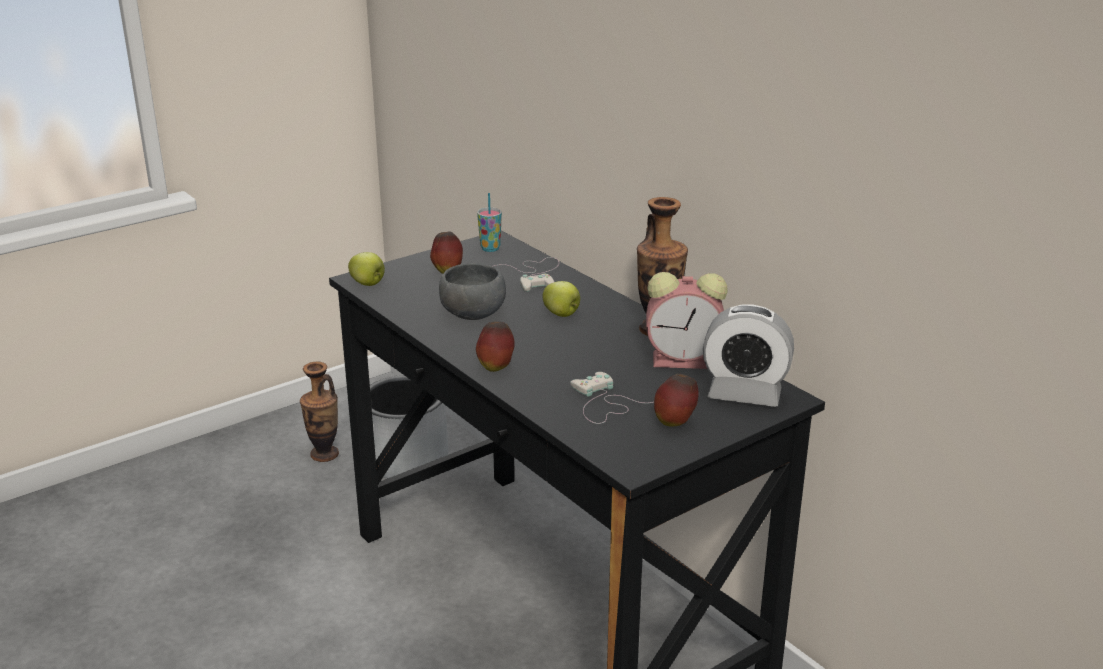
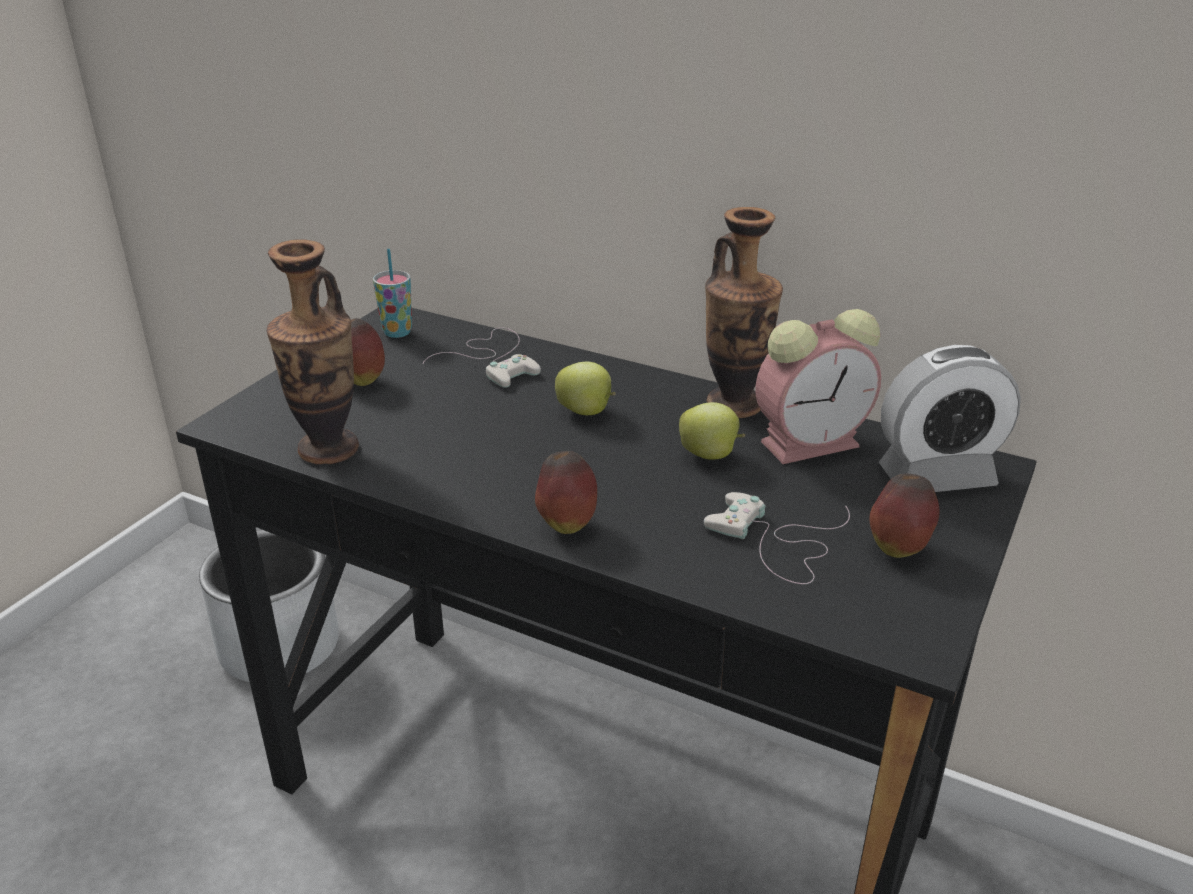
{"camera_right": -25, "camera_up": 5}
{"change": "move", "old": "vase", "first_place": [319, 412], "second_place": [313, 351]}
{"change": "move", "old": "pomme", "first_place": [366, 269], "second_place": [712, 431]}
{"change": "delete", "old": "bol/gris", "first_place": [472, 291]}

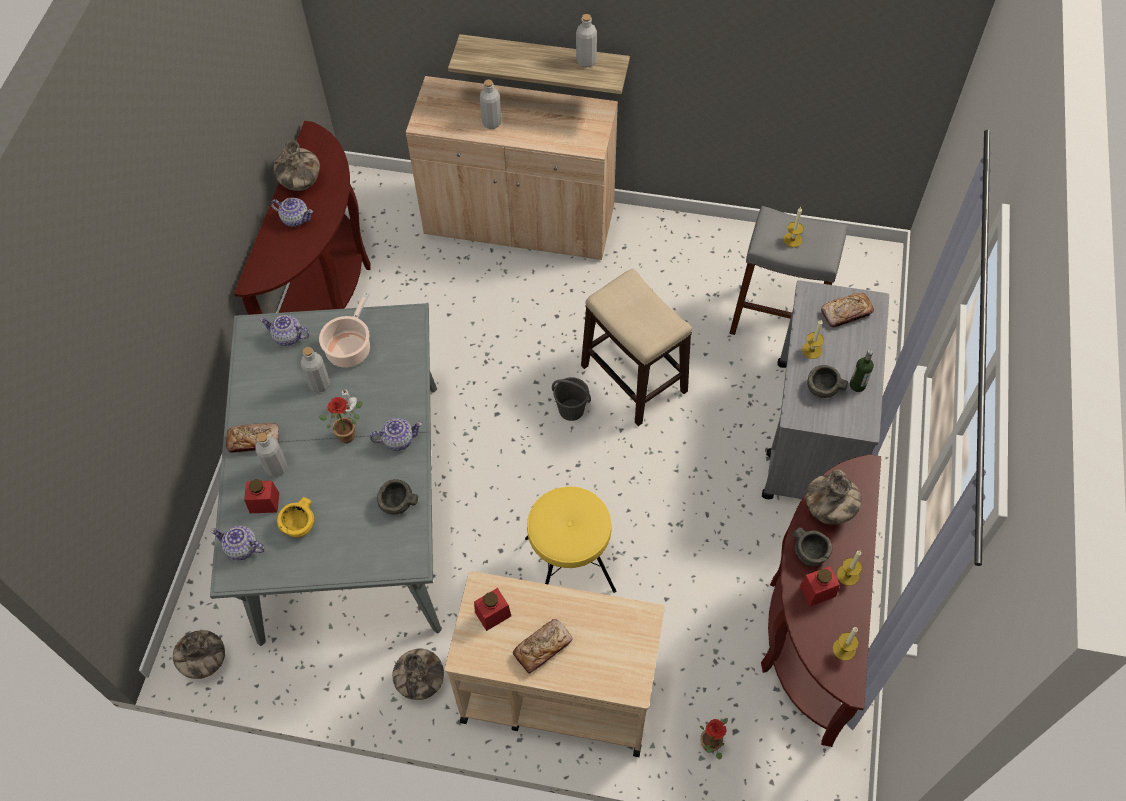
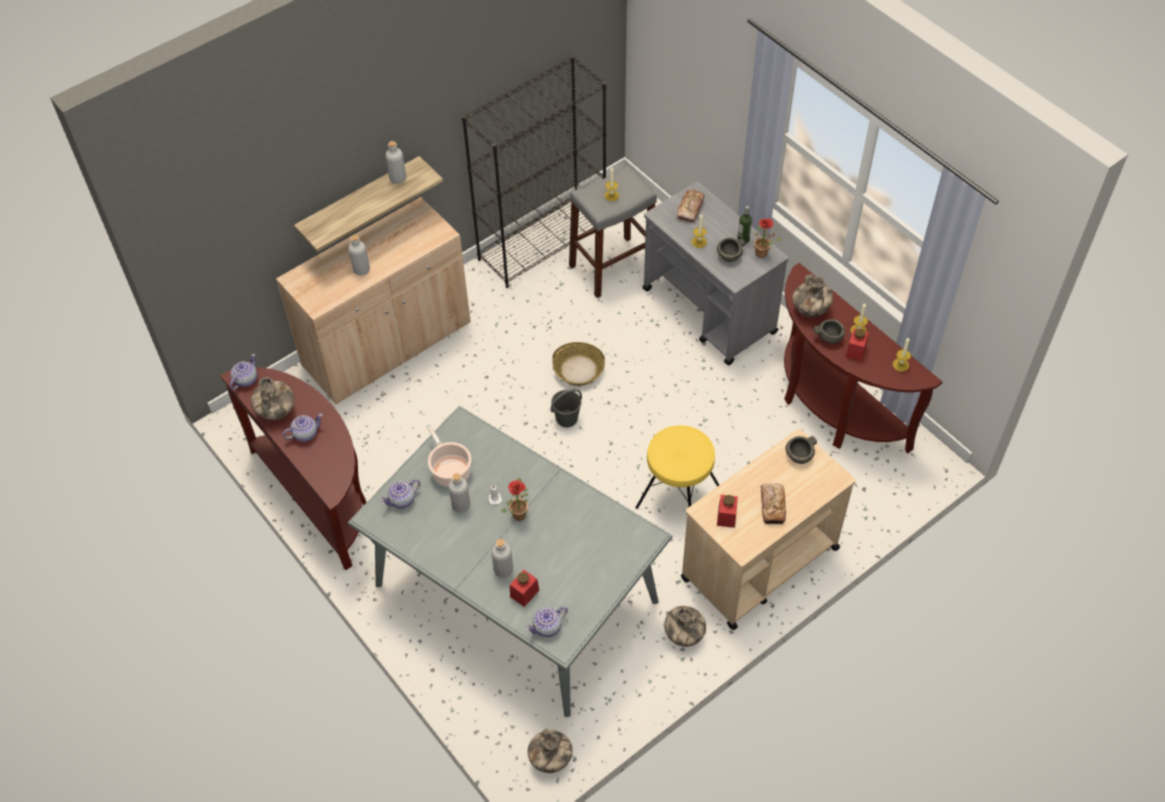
{"camera_right": -50, "camera_up": -5}
{"change": "move", "old": "théière", "first_place": [396, 434], "second_place": [243, 372]}
{"change": "insert", "new": "bibliothèque/noir", "second_place": [534, 172]}
{"change": "replace", "old": "tabouret", "new": "panier", "first_place": [636, 347], "second_place": [578, 364]}
{"change": "move", "old": "plante en pot", "first_place": [714, 739], "second_place": [768, 238]}
{"change": "move", "old": "bol/gris", "first_place": [397, 496], "second_place": [801, 450]}
{"change": "delete", "old": "pain", "first_place": [252, 438]}
{"change": "delete", "old": "bol/jaune", "first_place": [295, 517]}

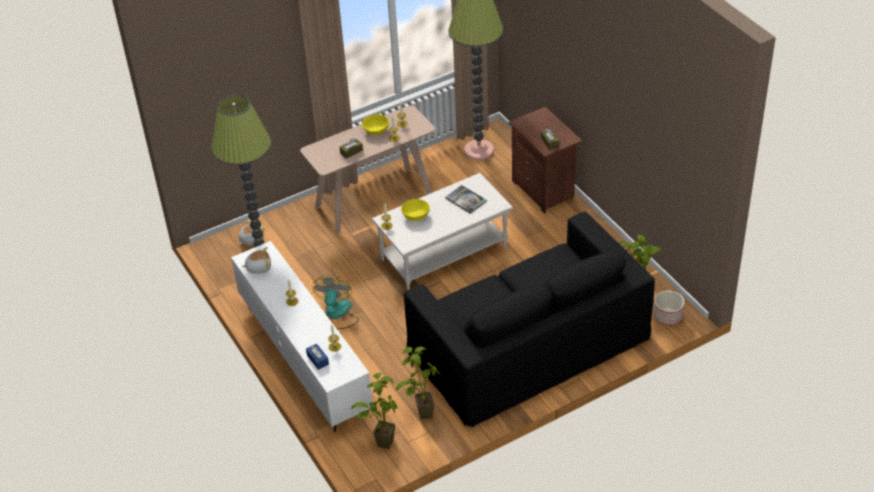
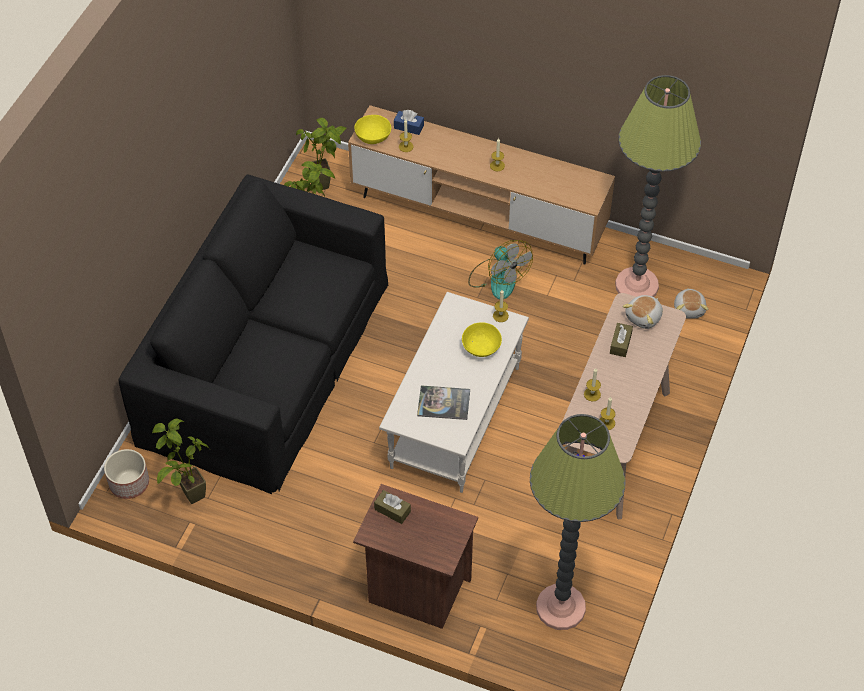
{"camera_right": 140, "camera_up": 10}
{"change": "recolor", "old": "meuble télé/blanc", "new": "meuble télé/marron", "first_place": [302, 336], "second_place": [481, 185]}
{"change": "move", "old": "bol/jaune", "first_place": [375, 124], "second_place": [372, 129]}
{"change": "move", "old": "peluche", "first_place": [256, 260], "second_place": [643, 312]}

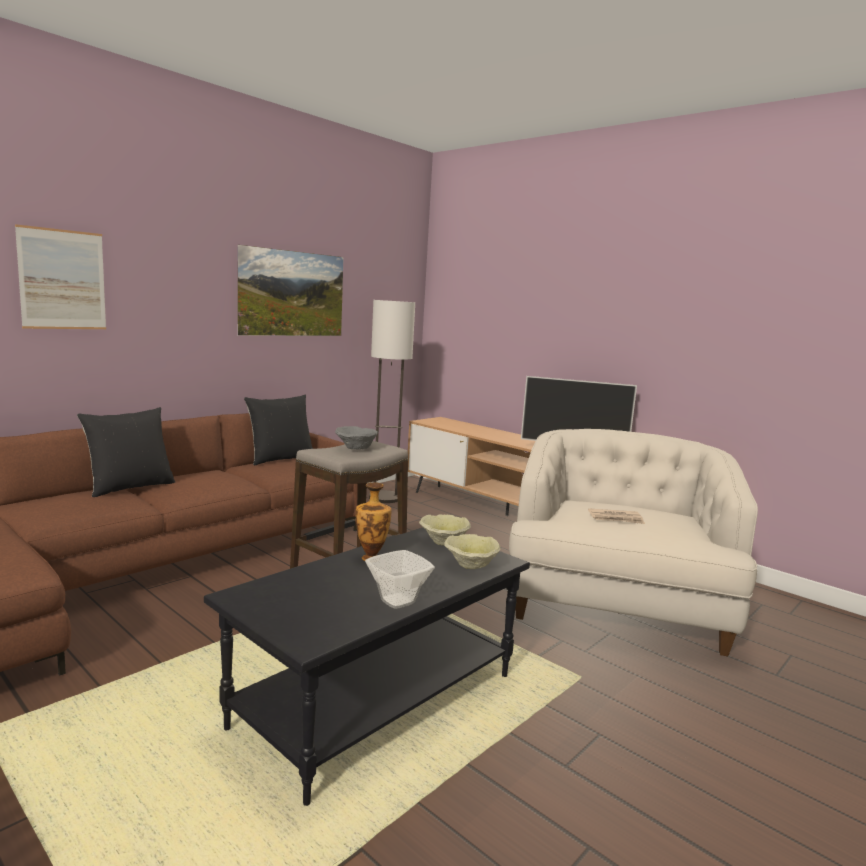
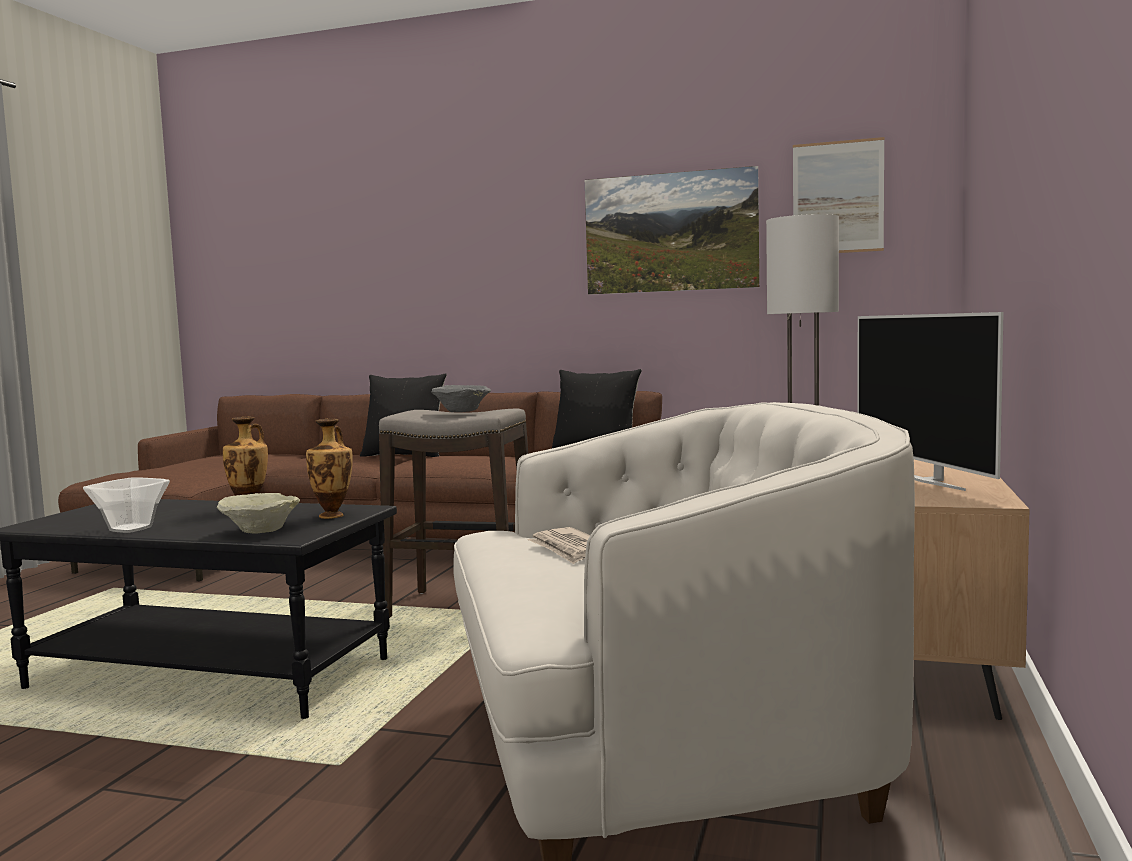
{"camera_right": 65, "camera_up": -5}
{"change": "replace", "old": "bol/beige", "new": "vase", "first_place": [445, 530], "second_place": [329, 469]}
{"change": "move", "old": "tableau", "first_place": [60, 276], "second_place": [838, 195]}

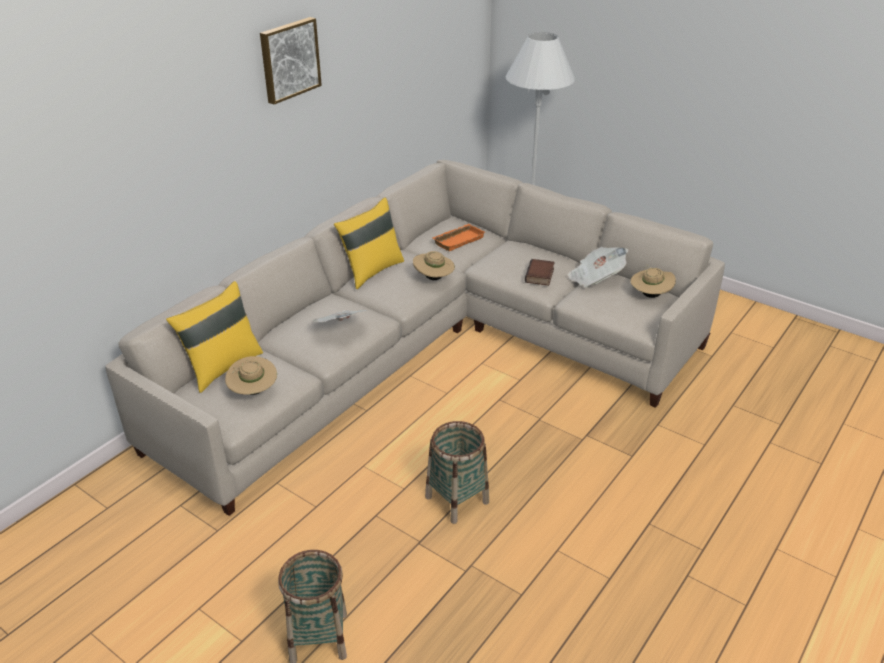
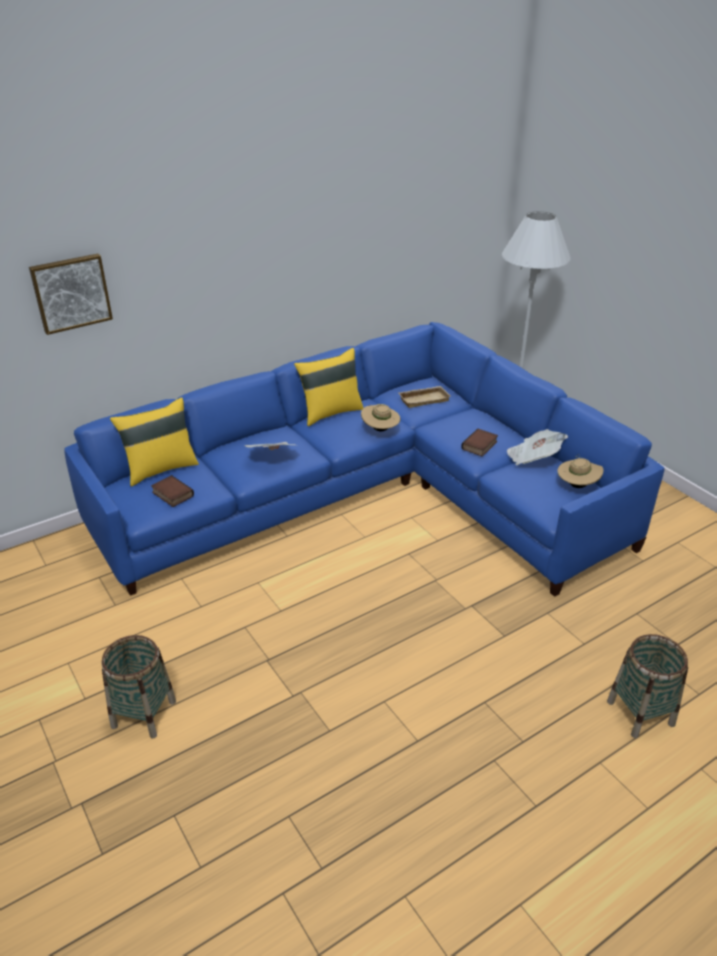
{"camera_right": 20, "camera_up": 0}
{"change": "move", "old": "tableau", "first_place": [291, 61], "second_place": [71, 294]}
{"change": "recolor", "old": "canapé/beige", "new": "canapé/bleu", "first_place": [415, 338], "second_place": [364, 459]}
{"change": "replace", "old": "chapeau/beige", "new": "livre", "first_place": [251, 375], "second_place": [172, 491]}
{"change": "recolor", "old": "plateau/orange", "new": "plateau/beige", "first_place": [459, 237], "second_place": [424, 397]}
{"change": "move", "old": "panier", "first_place": [457, 472], "second_place": [647, 686]}

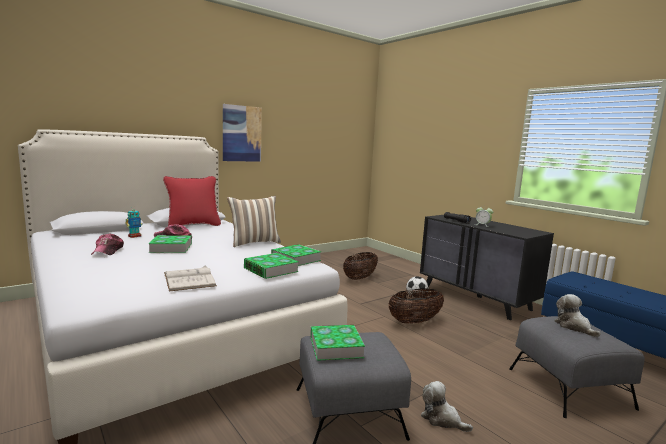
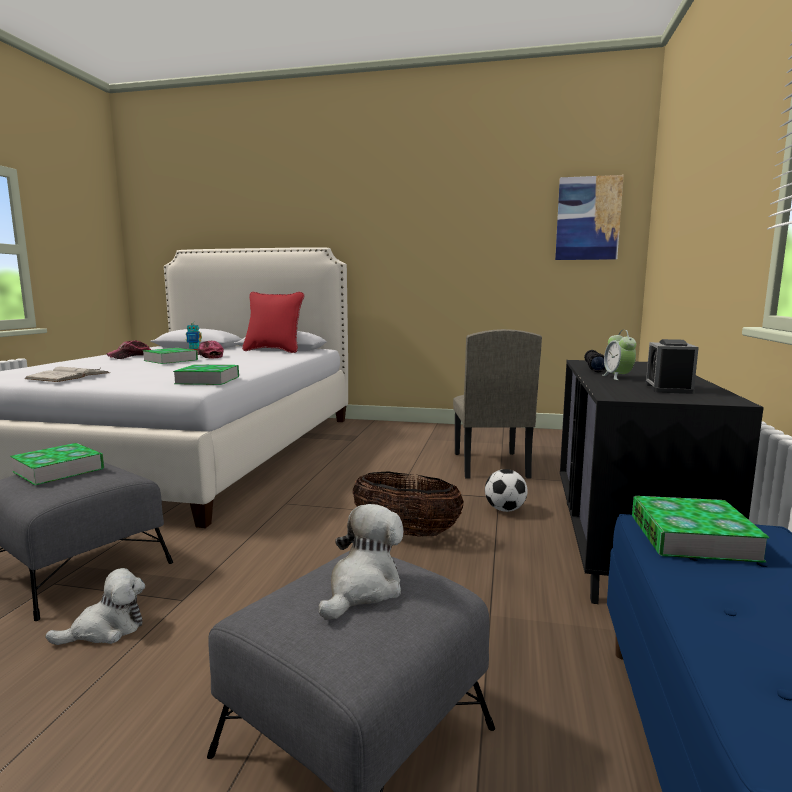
{"camera_right": 50, "camera_up": 0}
{"change": "rotate", "old": "peluche", "first_place": [447, 406], "second_place": [95, 606], "degrees": 60}
{"change": "replace", "old": "panier", "new": "chaise/beige", "first_place": [360, 266], "second_place": [497, 404]}
{"change": "move", "old": "tableau", "first_place": [242, 133], "second_place": [589, 217]}
{"change": "move", "old": "livre", "first_place": [271, 266], "second_place": [701, 529]}
{"change": "insert", "new": "réveil", "second_place": [672, 366]}
{"change": "delete", "old": "coussin", "first_place": [254, 221]}

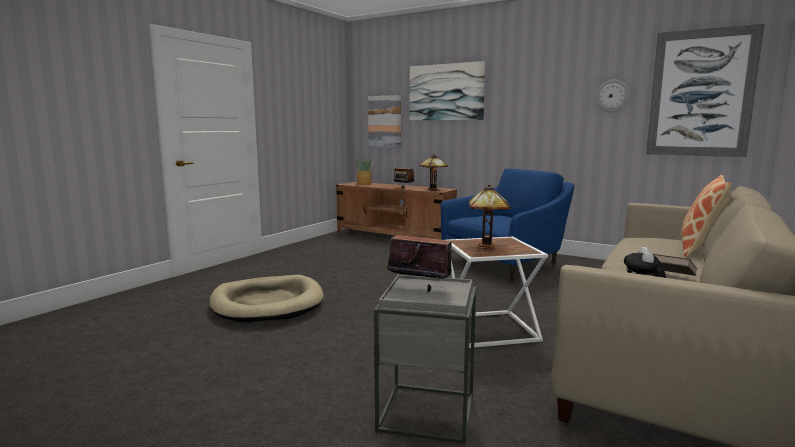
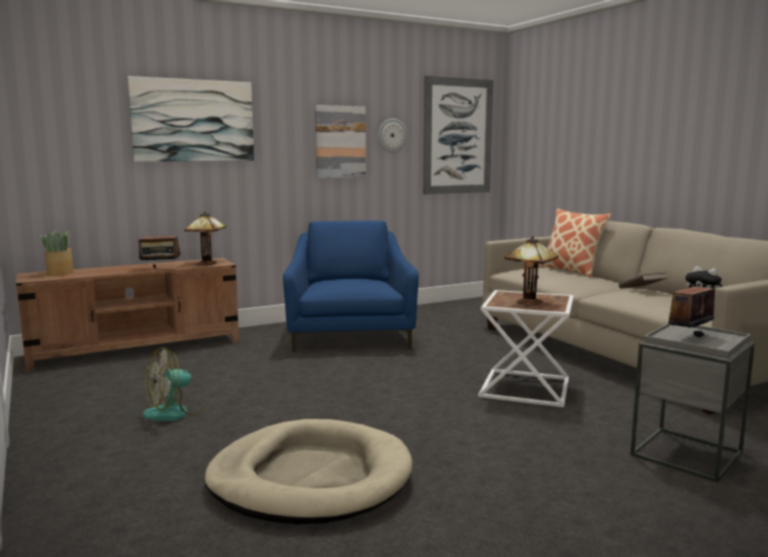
{"camera_right": -60, "camera_up": 0}
{"change": "insert", "new": "ventilateur", "second_place": [176, 384]}
{"change": "move", "old": "tableau", "first_place": [384, 121], "second_place": [340, 142]}

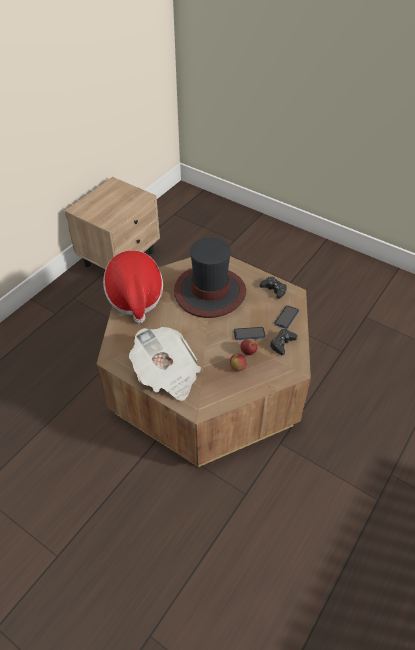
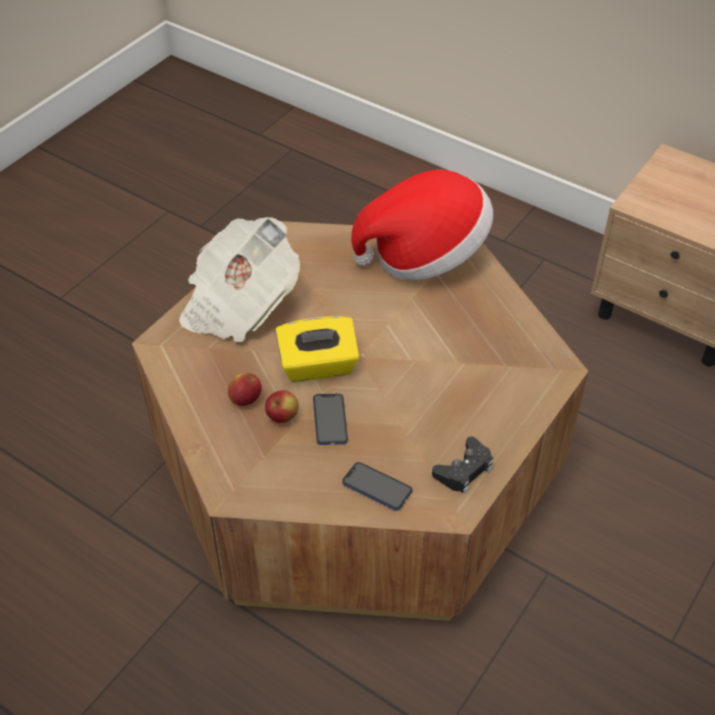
{"camera_right": 90, "camera_up": 0}
{"change": "insert", "new": "boîte à mouchoirs/jaune", "second_place": [317, 349]}
{"change": "delete", "old": "chapeau", "first_place": [210, 278]}
{"change": "delete", "old": "manette/noir", "first_place": [284, 342]}

